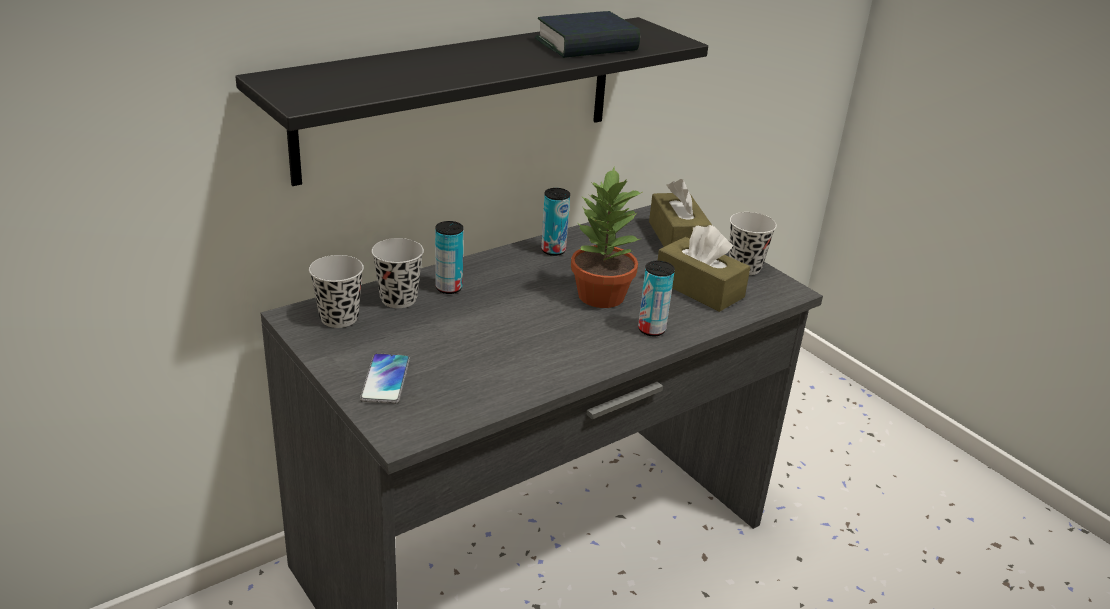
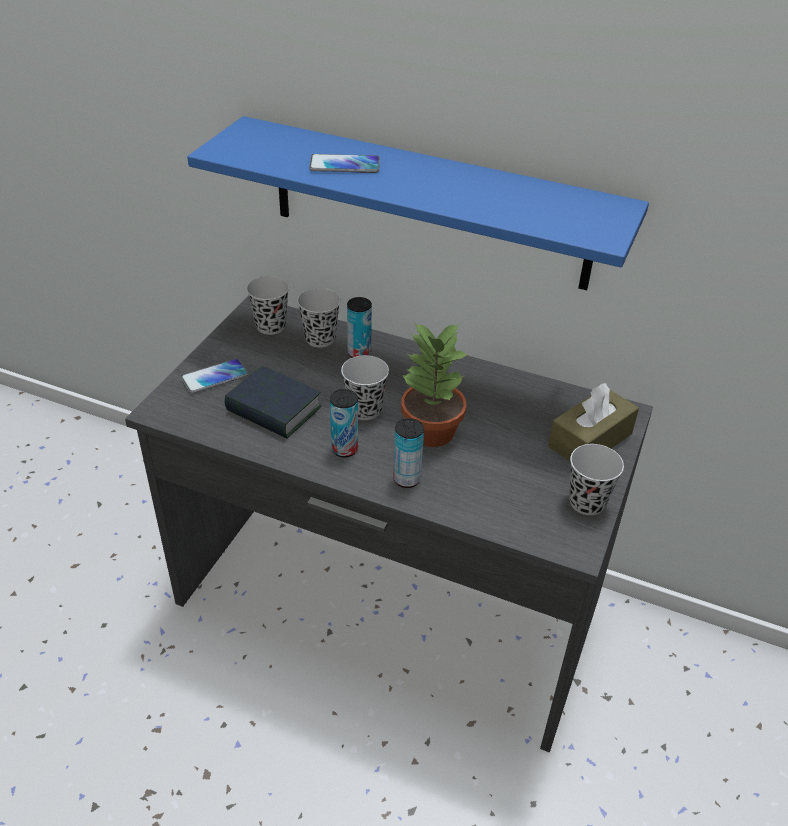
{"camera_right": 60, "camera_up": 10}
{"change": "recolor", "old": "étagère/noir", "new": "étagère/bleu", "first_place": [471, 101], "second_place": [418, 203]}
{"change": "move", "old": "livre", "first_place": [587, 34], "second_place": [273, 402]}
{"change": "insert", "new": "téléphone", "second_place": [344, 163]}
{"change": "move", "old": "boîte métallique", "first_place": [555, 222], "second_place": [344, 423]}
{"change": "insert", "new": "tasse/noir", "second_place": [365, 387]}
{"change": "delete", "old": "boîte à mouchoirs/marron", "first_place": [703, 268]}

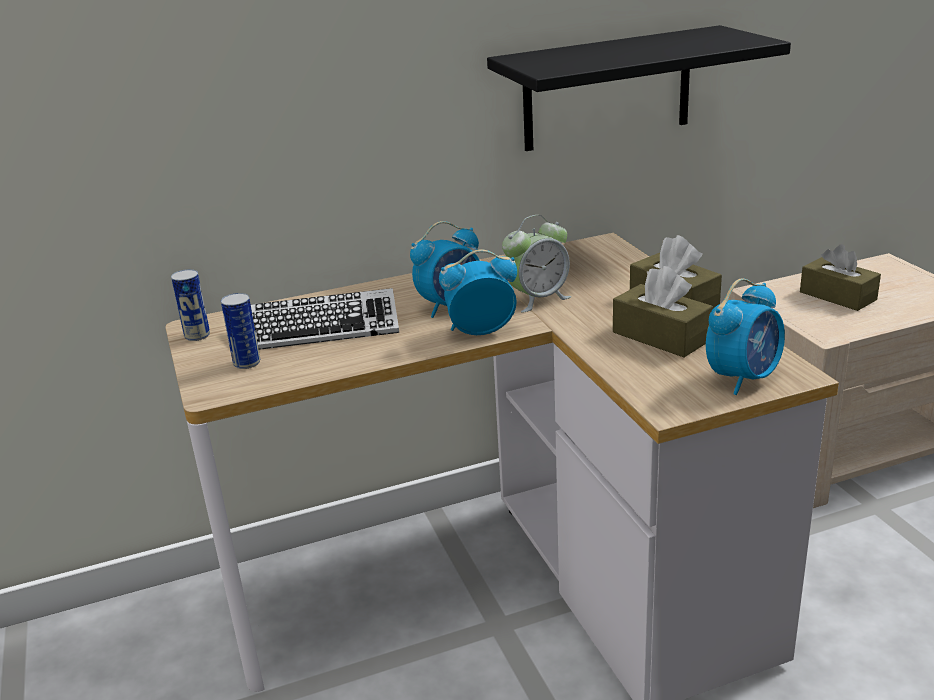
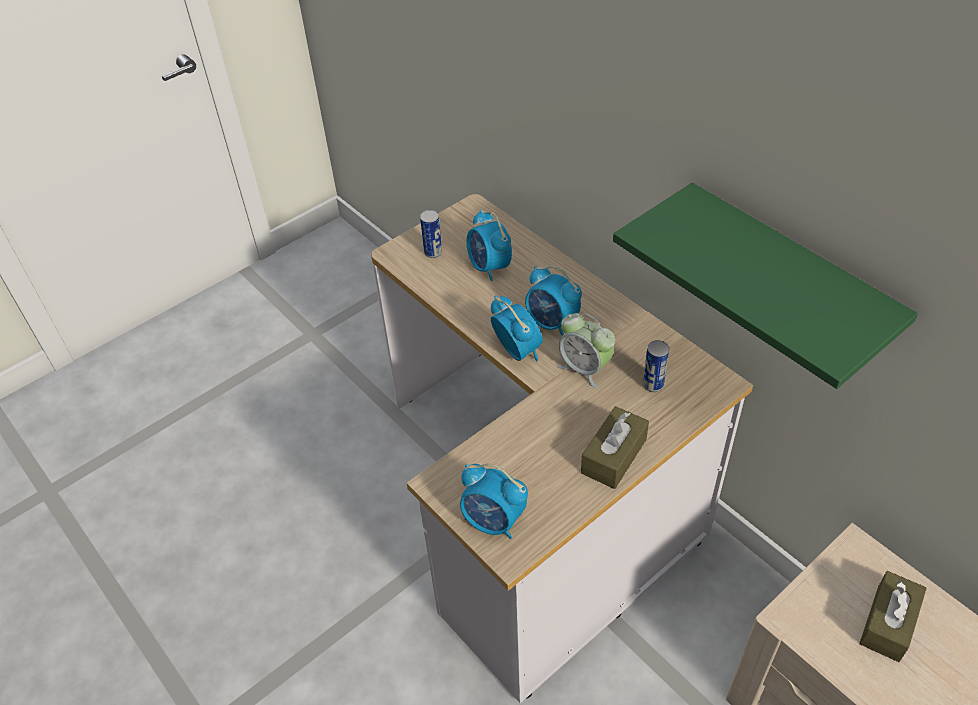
{"camera_right": 70, "camera_up": 20}
{"change": "replace", "old": "clavier", "new": "réveil", "first_place": [325, 319], "second_place": [489, 245]}
{"change": "recolor", "old": "étagère/noir", "new": "étagère/vert", "first_place": [639, 88], "second_place": [765, 286]}
{"change": "move", "old": "boîte métallique", "first_place": [190, 305], "second_place": [656, 366]}
{"change": "delete", "old": "boîte à mouchoirs/marron", "first_place": [663, 311]}

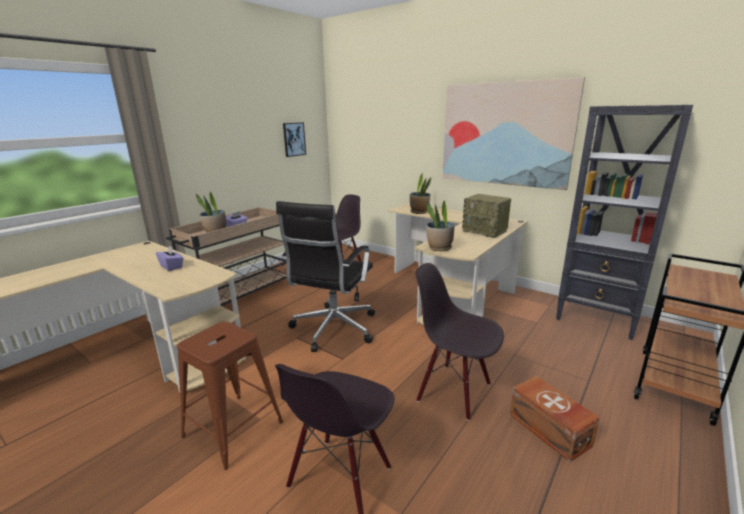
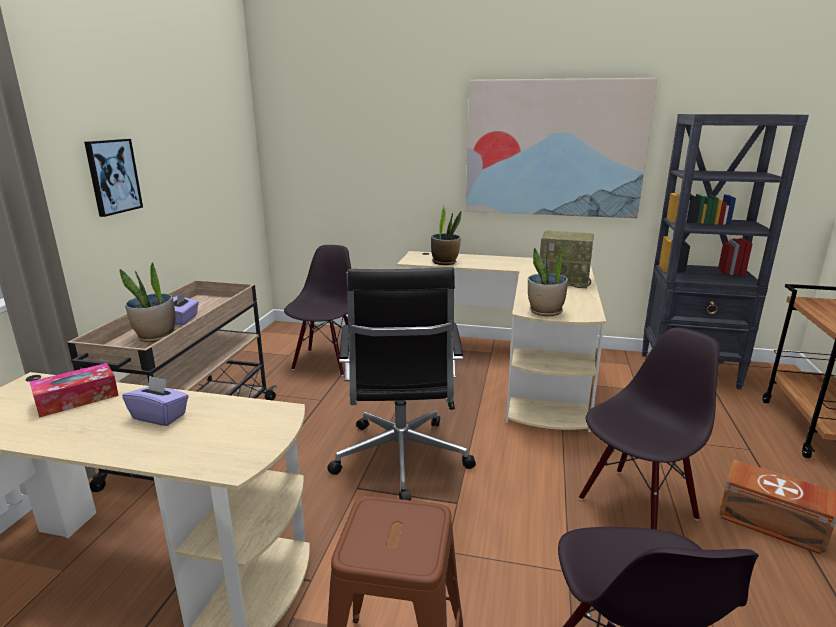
{"camera_right": -25, "camera_up": 0}
{"change": "insert", "new": "boîte à mouchoirs", "second_place": [74, 390]}
{"change": "move", "old": "tableau", "first_place": [294, 139], "second_place": [113, 178]}
{"change": "rotate", "old": "chaise/noir", "first_place": [459, 342], "second_place": [649, 428], "degrees": 135}

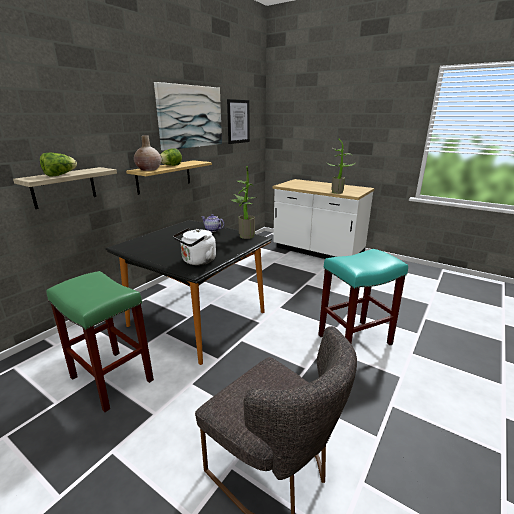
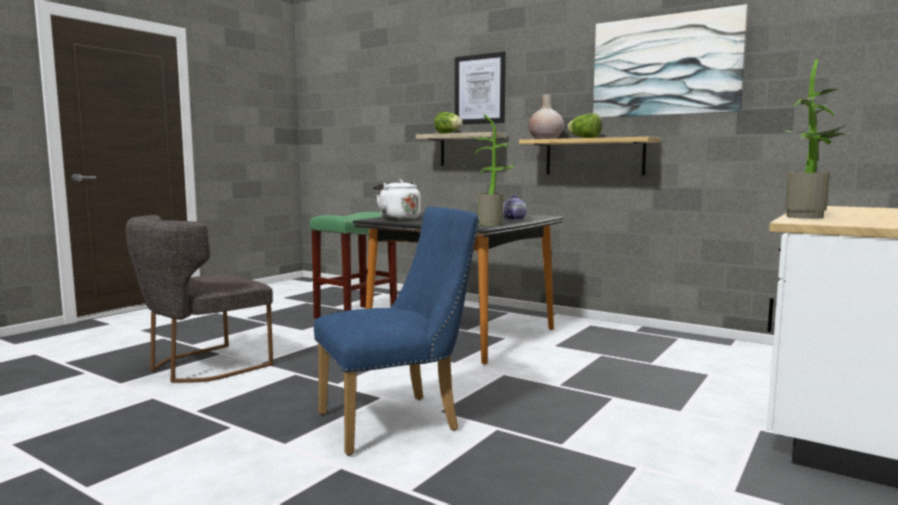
{"camera_right": 90, "camera_up": -15}
{"change": "replace", "old": "tabouret/turquoise", "new": "chaise/bleu", "first_place": [363, 297], "second_place": [396, 331]}
{"change": "move", "old": "tableau", "first_place": [238, 121], "second_place": [480, 88]}

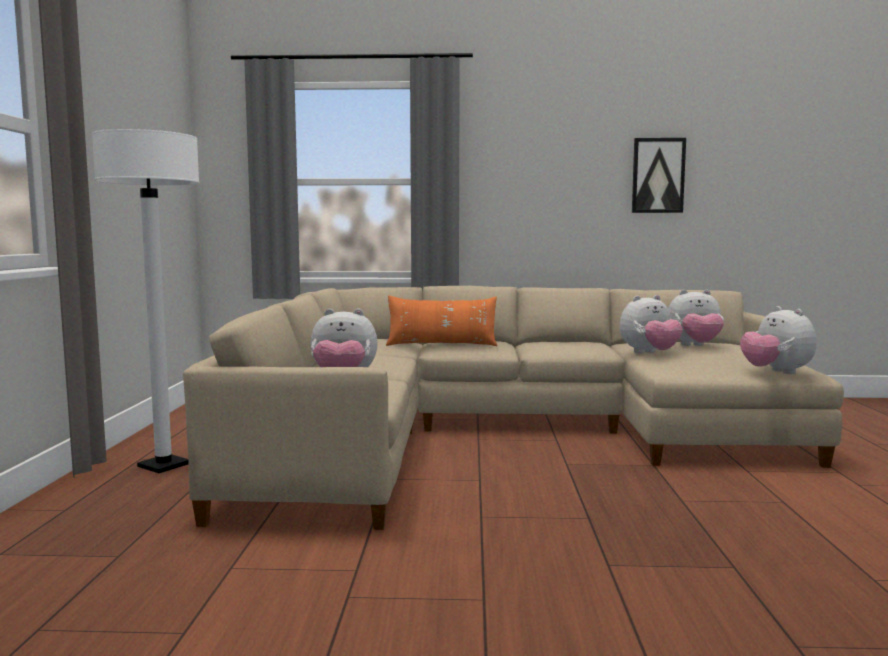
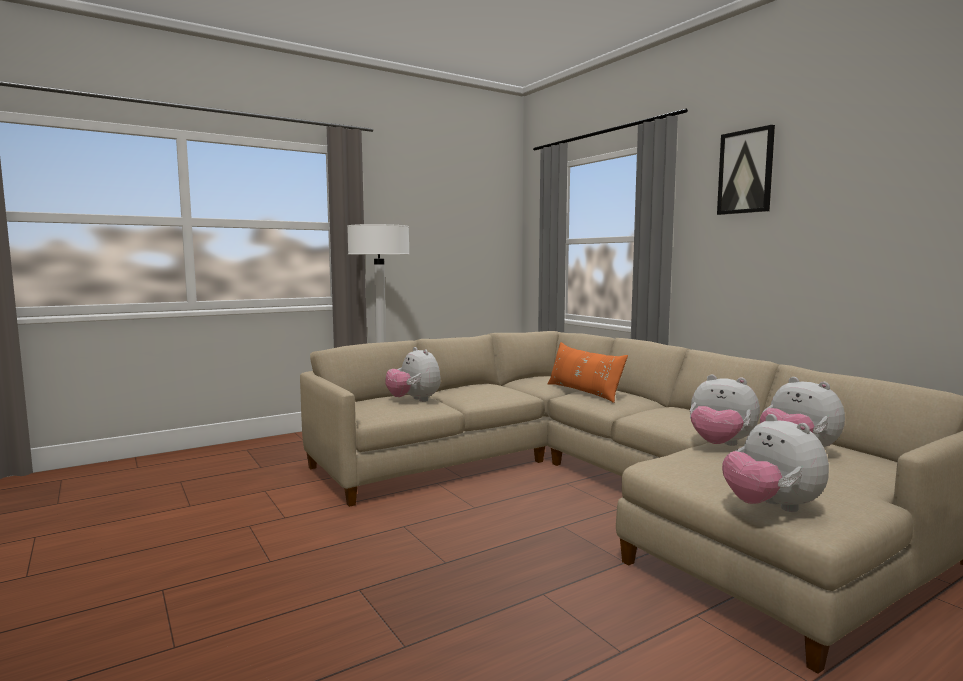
{"camera_right": 55, "camera_up": 0}
{"change": "move", "old": "tableau", "first_place": [659, 175], "second_place": [746, 170]}
{"change": "rotate", "old": "peluche", "first_place": [778, 340], "second_place": [775, 463], "degrees": -60}

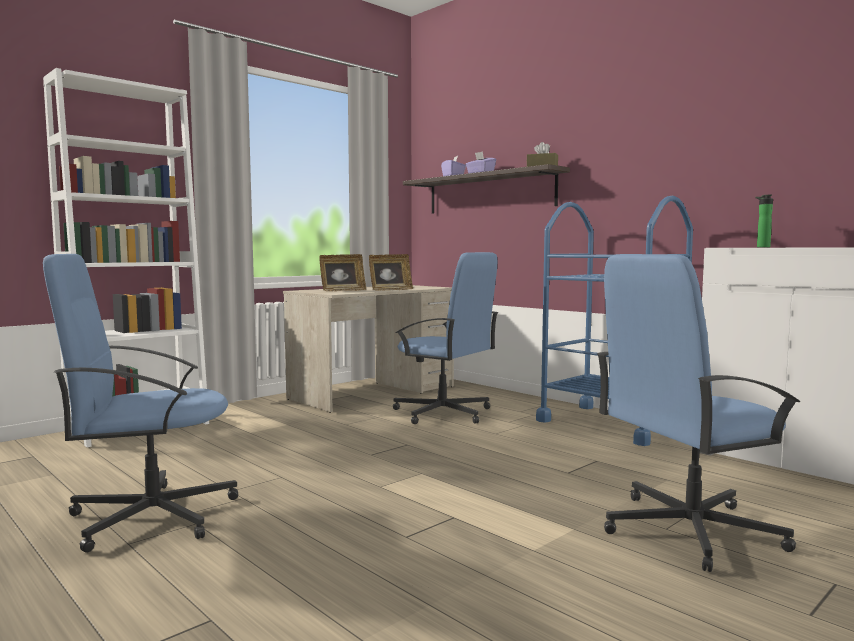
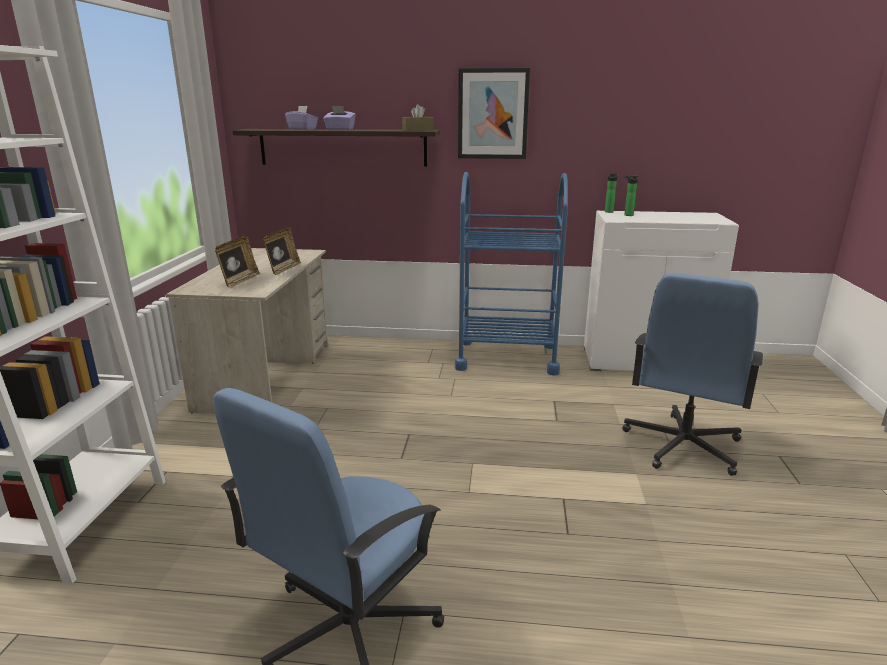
{"camera_right": -40, "camera_up": 15}
{"change": "insert", "new": "tableau", "second_place": [494, 113]}
{"change": "insert", "new": "bouteille", "second_place": [611, 193]}
{"change": "delete", "old": "chaise de bureau/bleu", "first_place": [445, 338]}

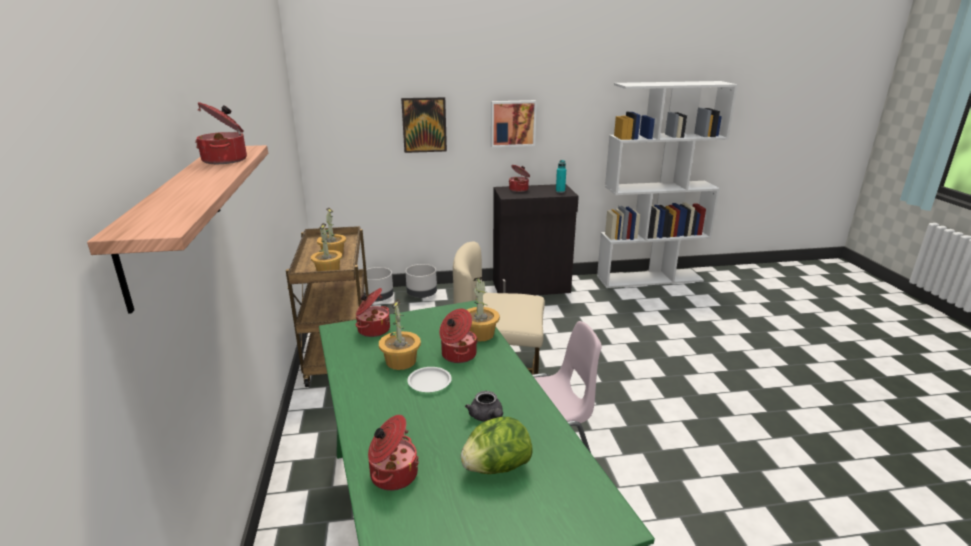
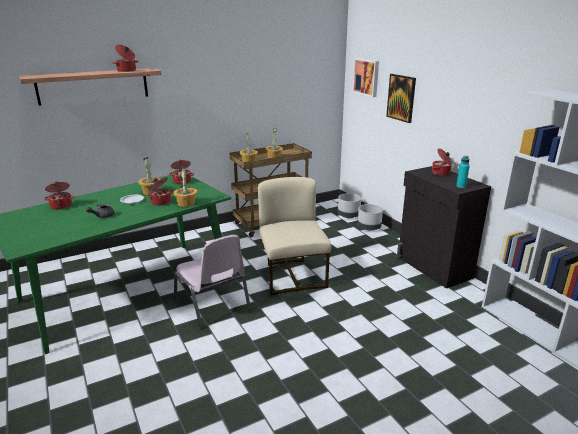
{"camera_right": 70, "camera_up": 0}
{"change": "move", "old": "tableau", "first_place": [514, 123], "second_place": [366, 77]}
{"change": "delete", "old": "laitue", "first_place": [497, 445]}

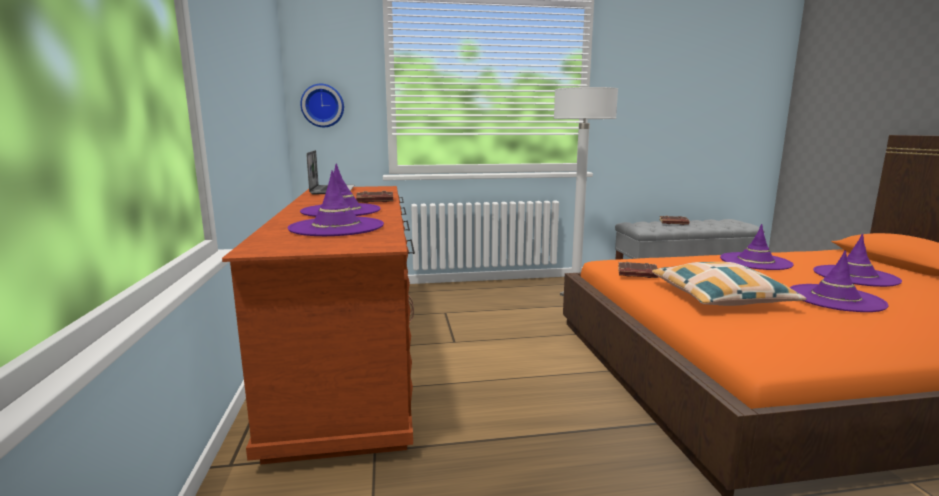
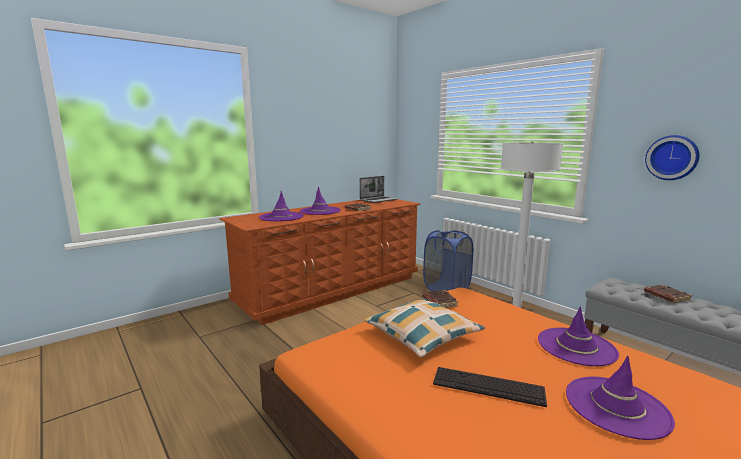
{"camera_right": 60, "camera_up": 0}
{"change": "insert", "new": "panier à linge/bleu", "second_place": [448, 260]}
{"change": "replace", "old": "chapeau/violet", "new": "clavier", "first_place": [839, 281], "second_place": [490, 387]}
{"change": "move", "old": "horloge murale", "first_place": [322, 105], "second_place": [672, 157]}

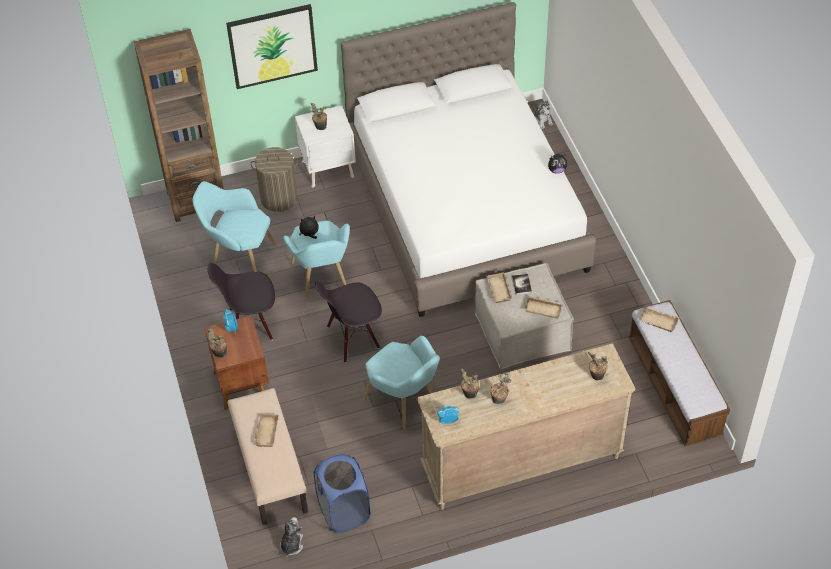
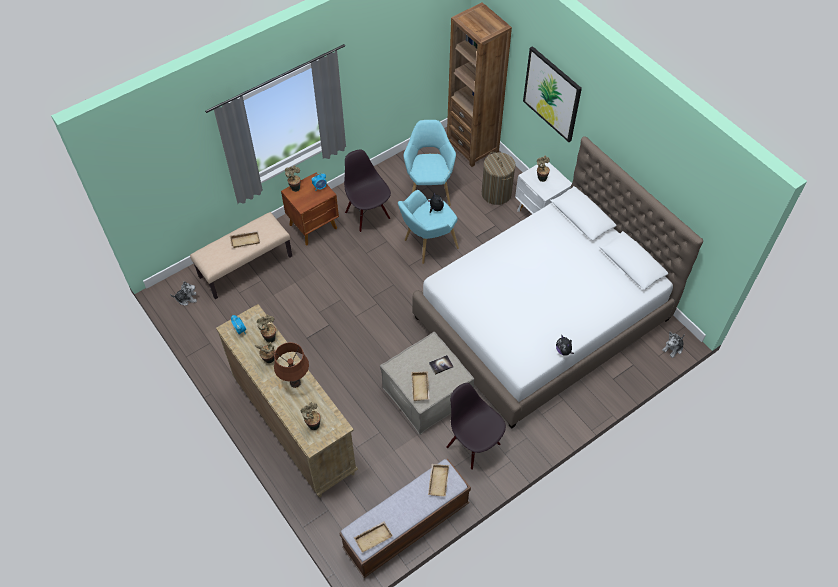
{"camera_right": 70, "camera_up": 5}
{"change": "insert", "new": "lampe de table/marron", "second_place": [291, 365]}
{"change": "move", "old": "plateau/beige", "first_place": [499, 287], "second_place": [373, 537]}
{"change": "move", "old": "chaise/noir", "first_place": [348, 322], "second_place": [476, 426]}
{"change": "delete", "old": "panier à linge/bleu", "first_place": [342, 494]}
{"change": "delete", "old": "fauteuil/turquoise", "first_place": [401, 382]}

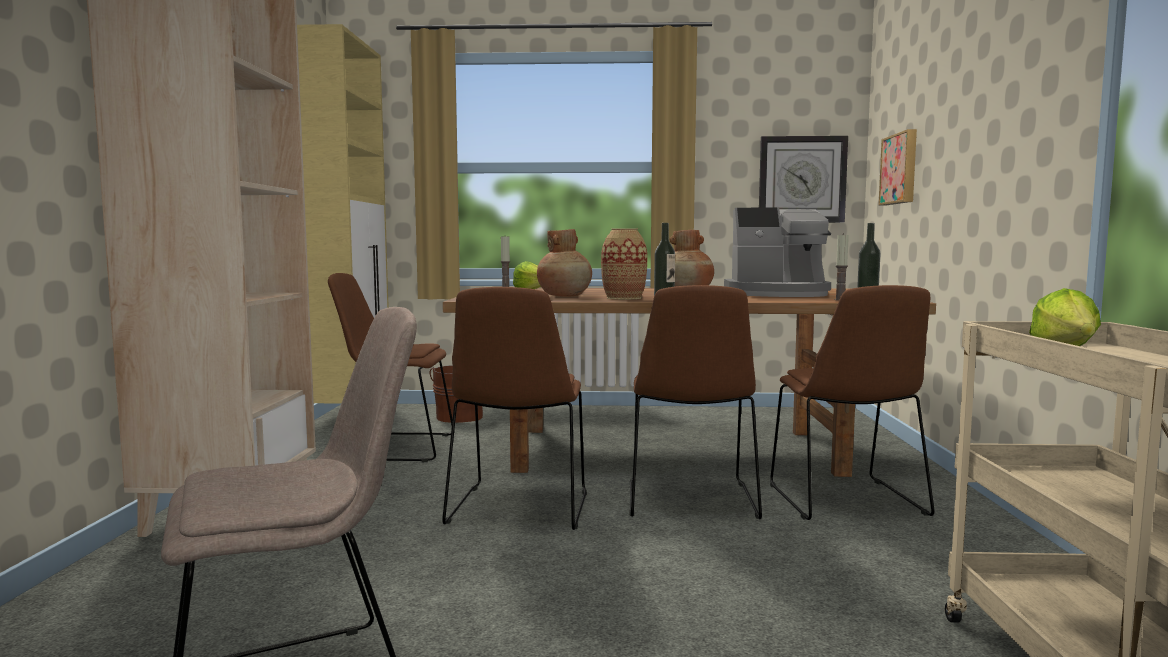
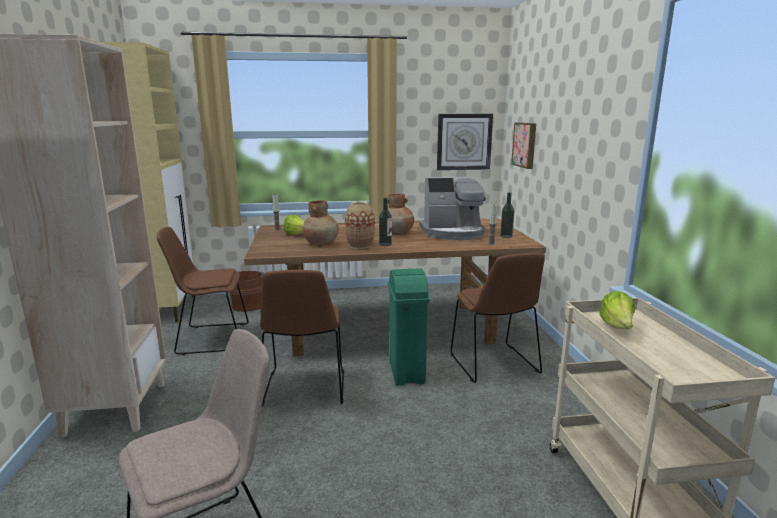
{"camera_right": -10, "camera_up": 10}
{"change": "replace", "old": "chaise/marron", "new": "poubelle/vert", "first_place": [696, 402], "second_place": [409, 327]}

